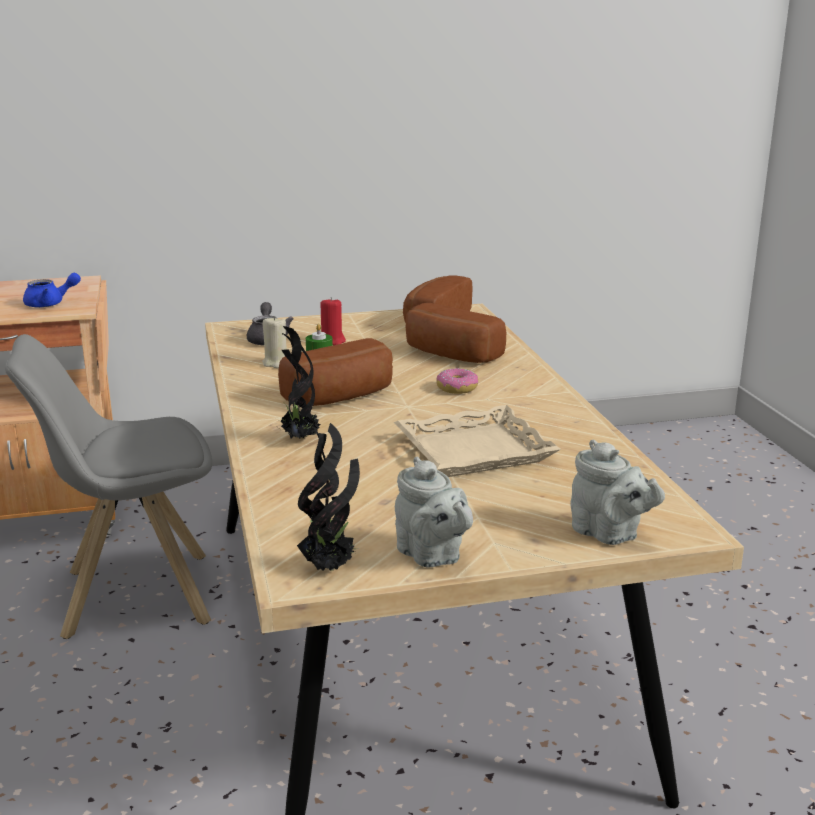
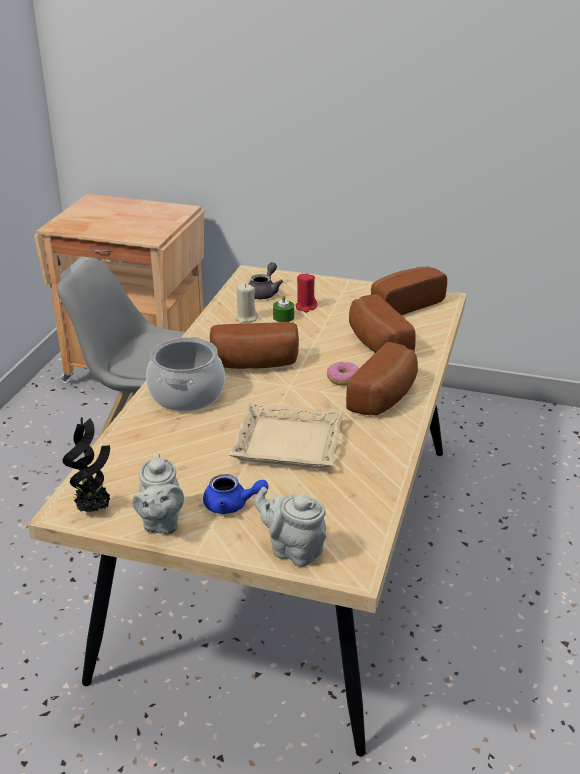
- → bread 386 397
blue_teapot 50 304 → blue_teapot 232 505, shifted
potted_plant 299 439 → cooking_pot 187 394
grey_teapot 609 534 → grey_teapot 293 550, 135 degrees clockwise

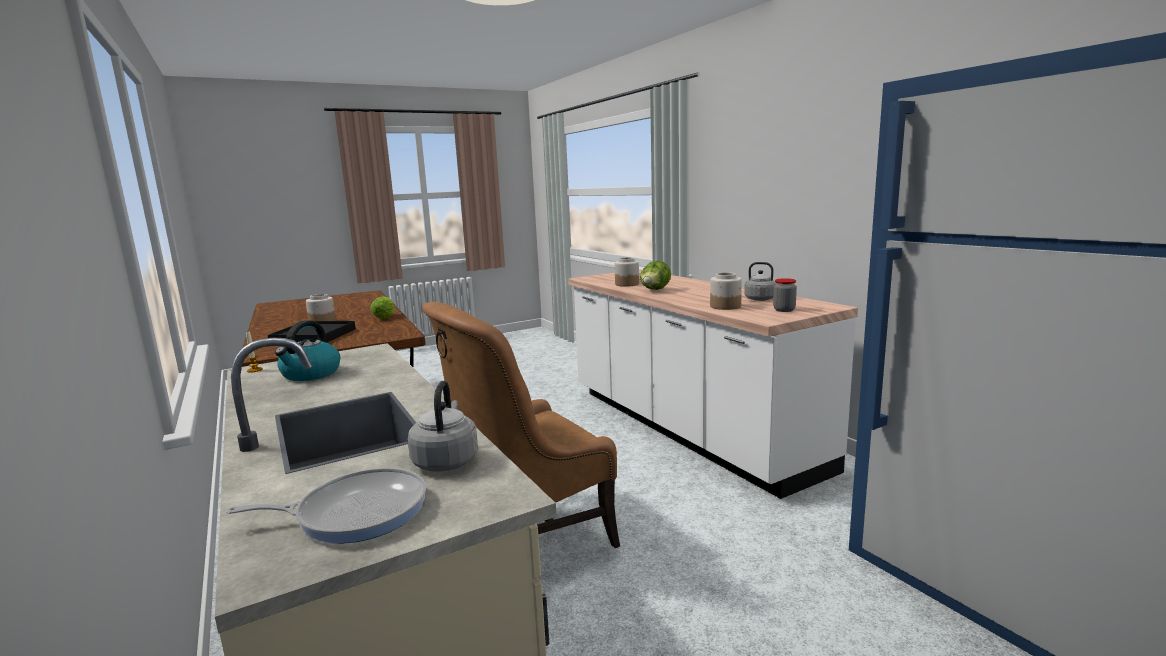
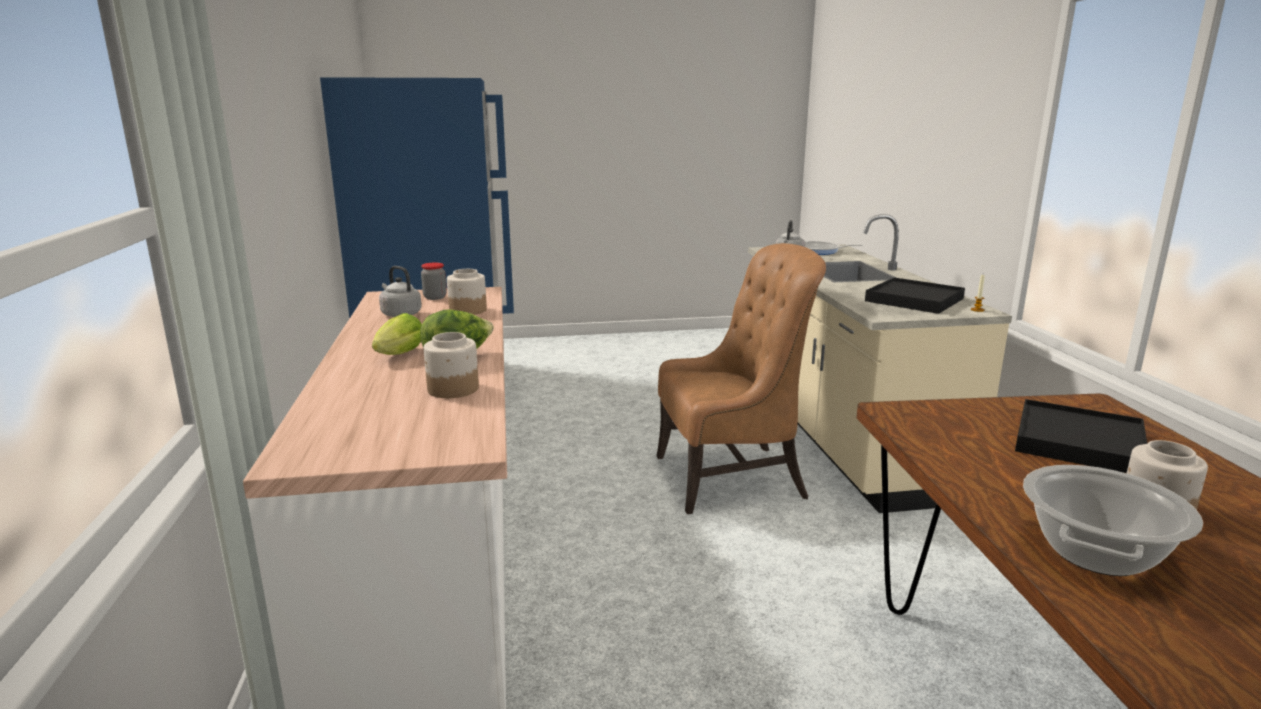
- → cooking_pot 1096 552
lettuce 385 317 → lettuce 398 355, shifted
kettle 310 374 → black_tray 914 300

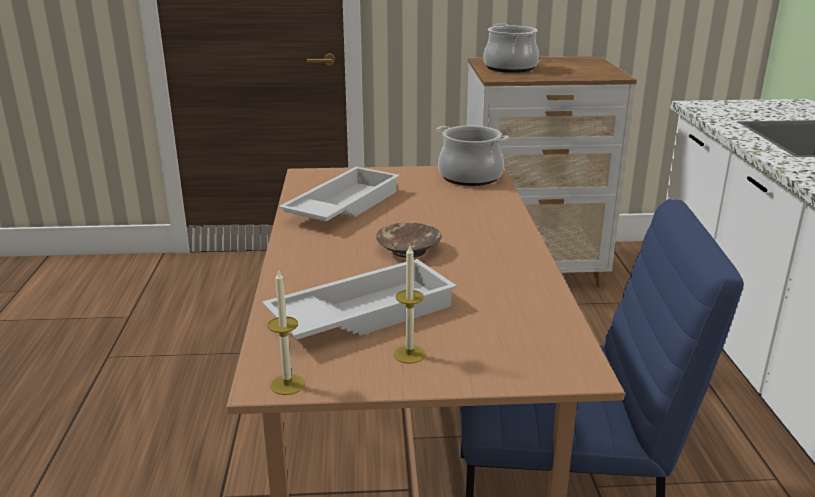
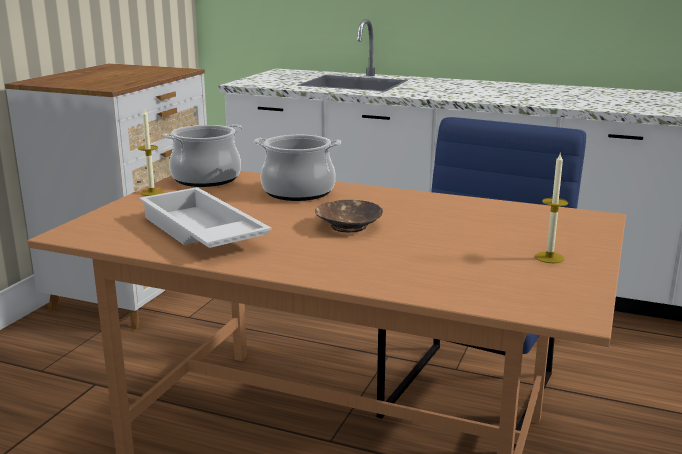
white_tray 362 313 → -
candle 287 384 → candle 152 192, shifted
cooking_pot 510 68 → cooking_pot 298 192, shifted

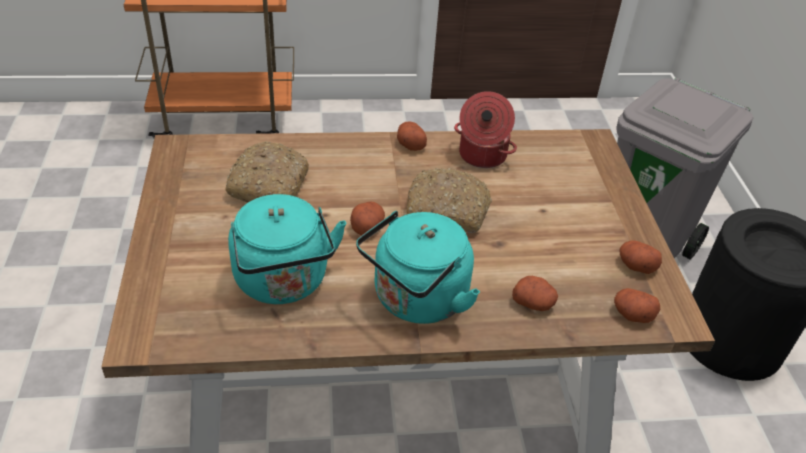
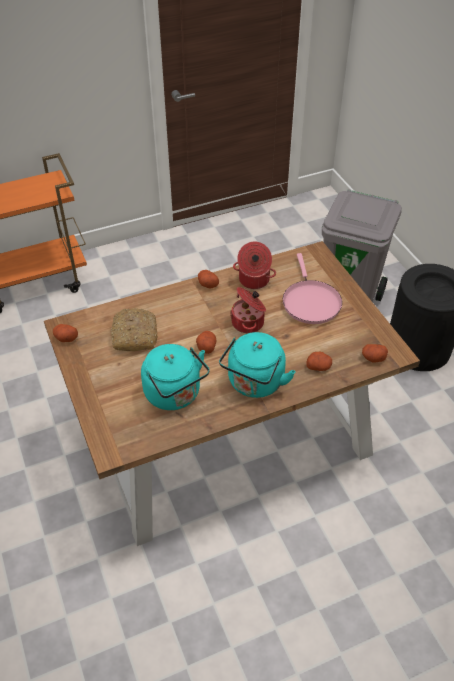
- → pink_frying_pan 310 302
potato 636 265 → potato 65 338, shifted
bread 448 210 → cooking_pot 248 322

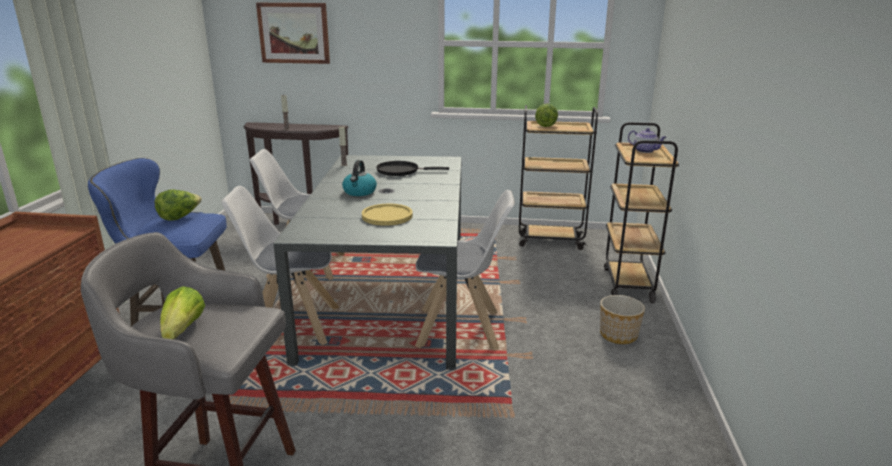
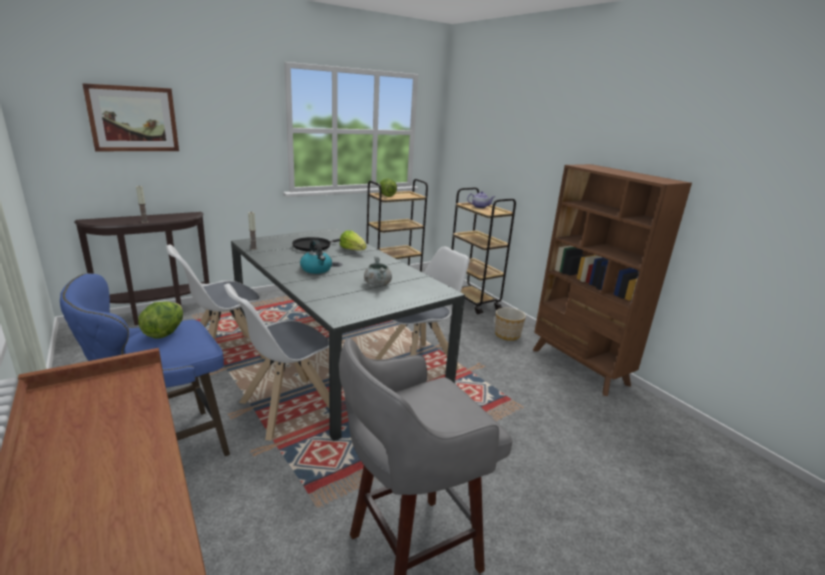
- → brown_bookcase 579 367
lettuce 183 330 → lettuce 352 250, shifted
yellow_plate 387 216 → grey_cooking_pot 377 284

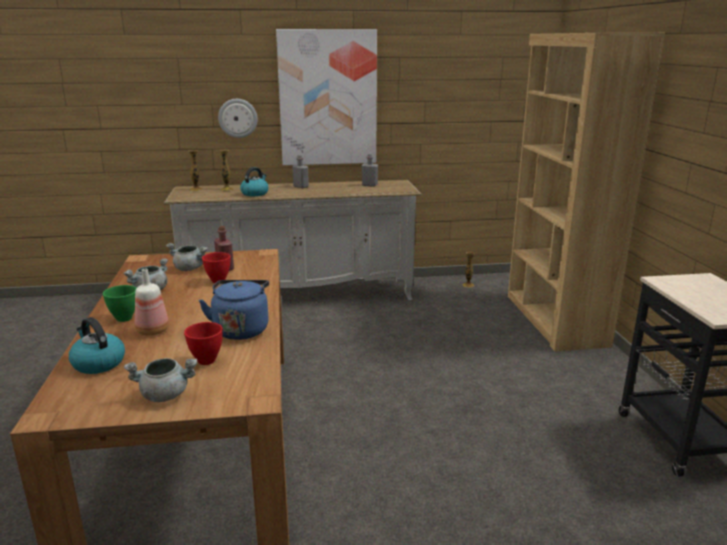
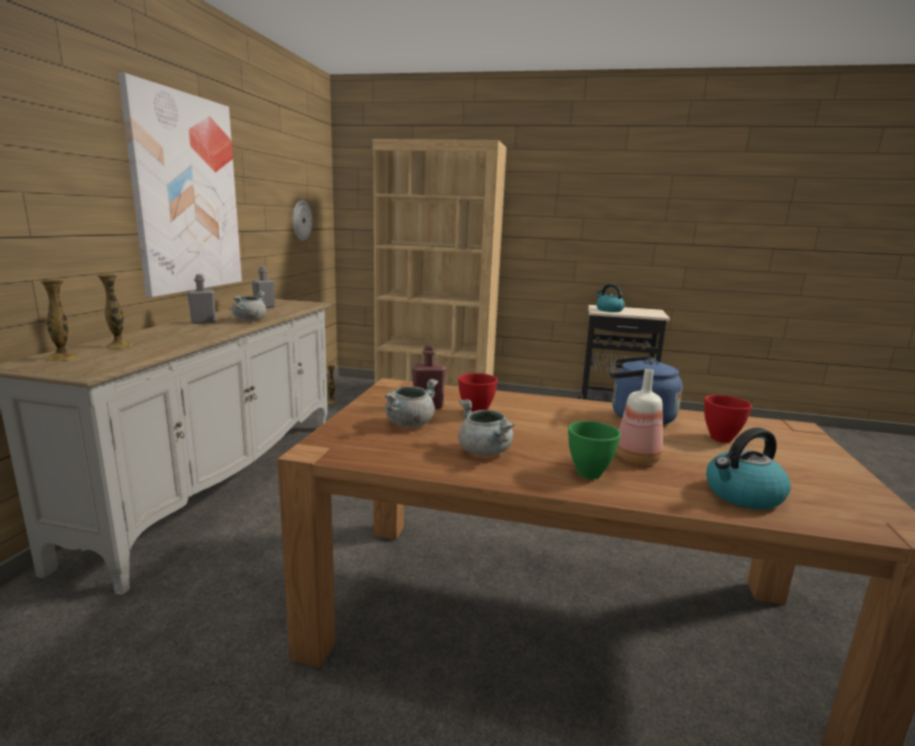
grey_cooking_pot 165 395 → grey_cooking_pot 249 320, shifted
wall_clock 238 118 → wall_clock 301 220, shifted
kettle 255 193 → kettle 609 310, shifted

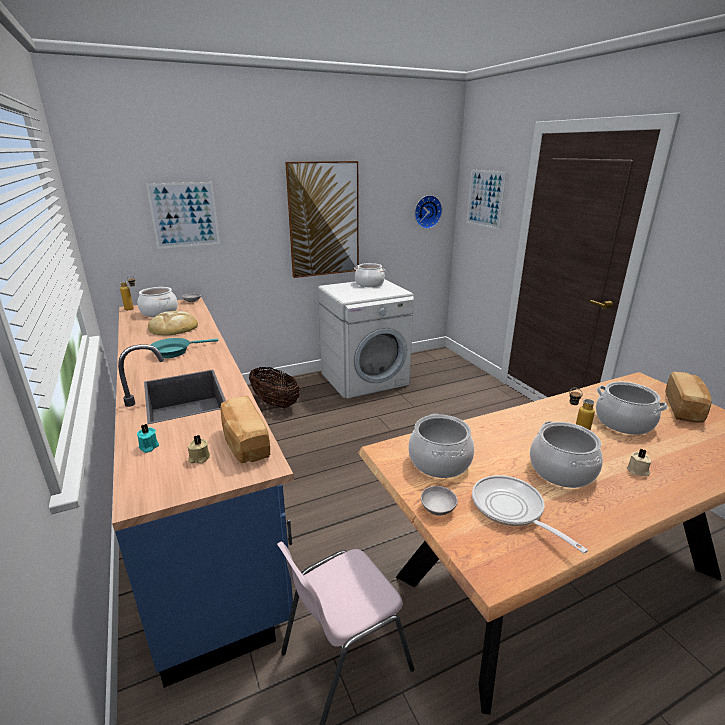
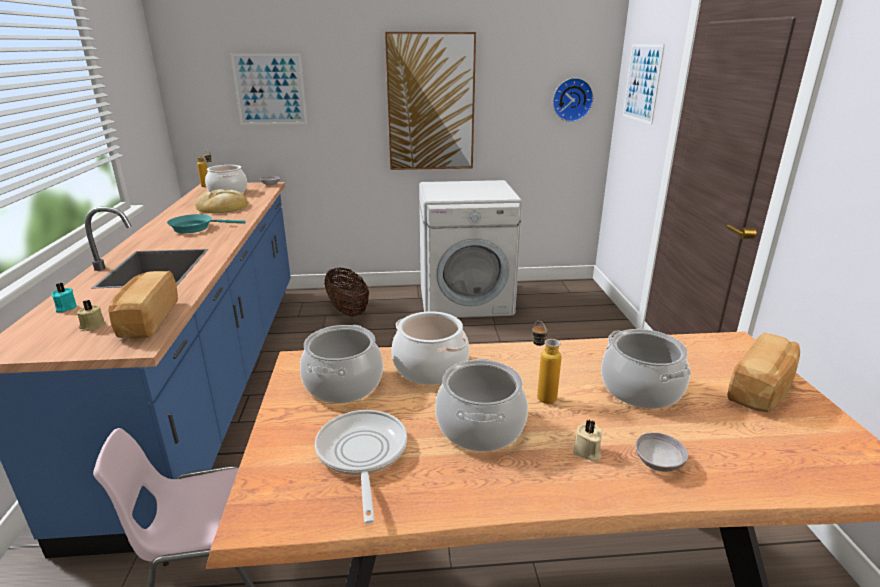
cooking_pot 369 284 → cooking_pot 431 367, shifted
grey_bowl 438 509 → grey_bowl 658 463, shifted

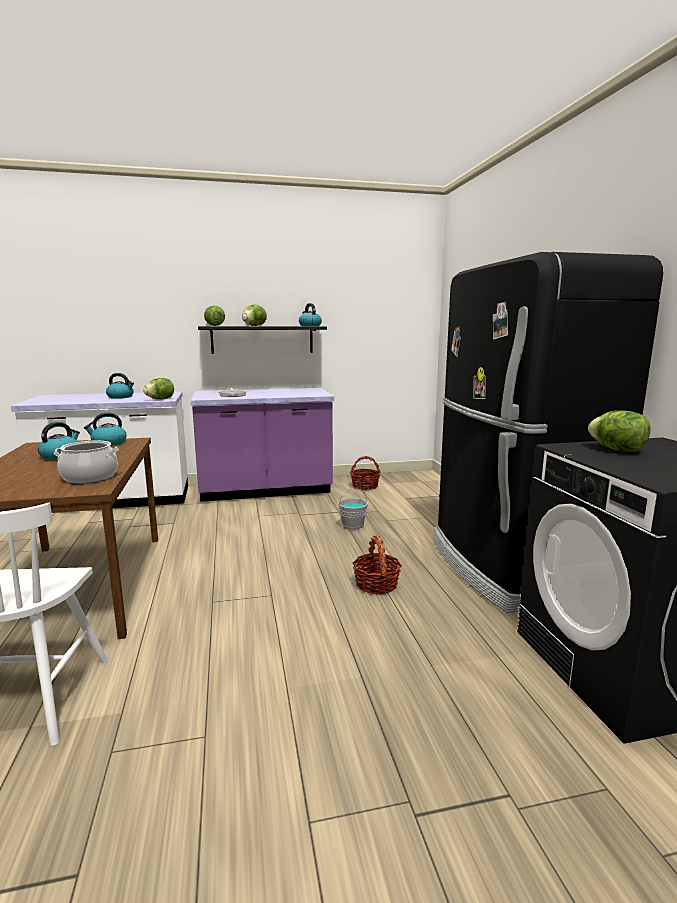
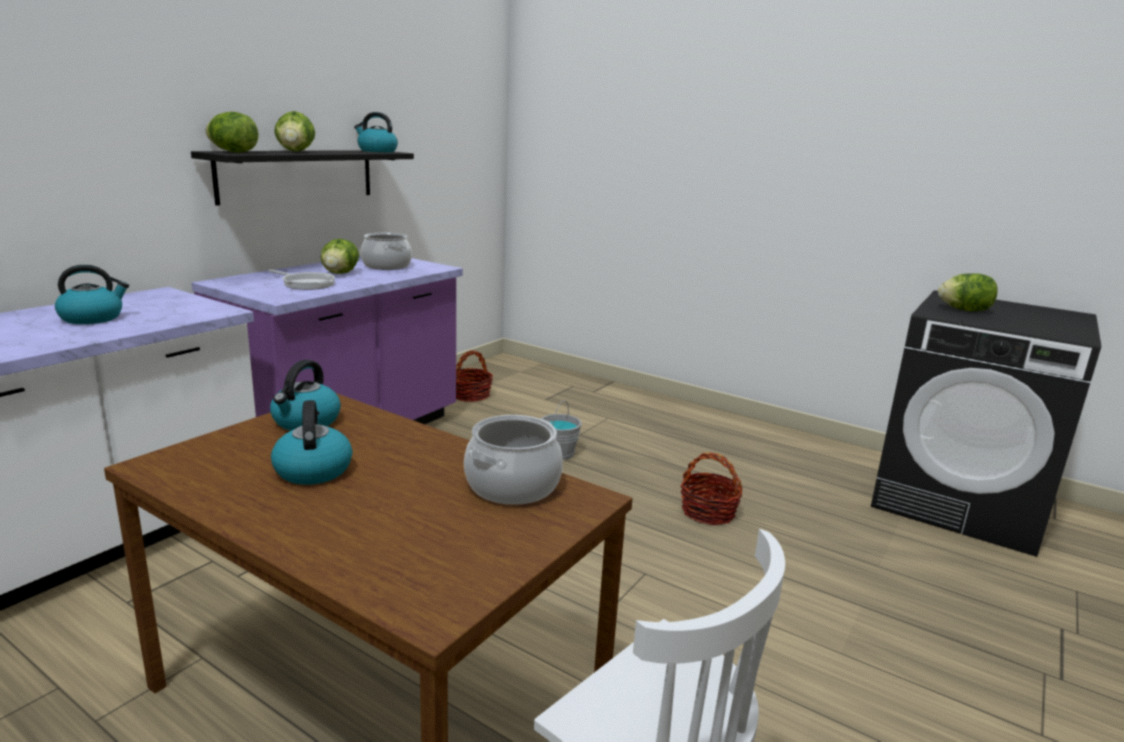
black_fridge 510 567 → -
- → cooking_pot 387 266
lettuce 160 399 → lettuce 340 273, shifted

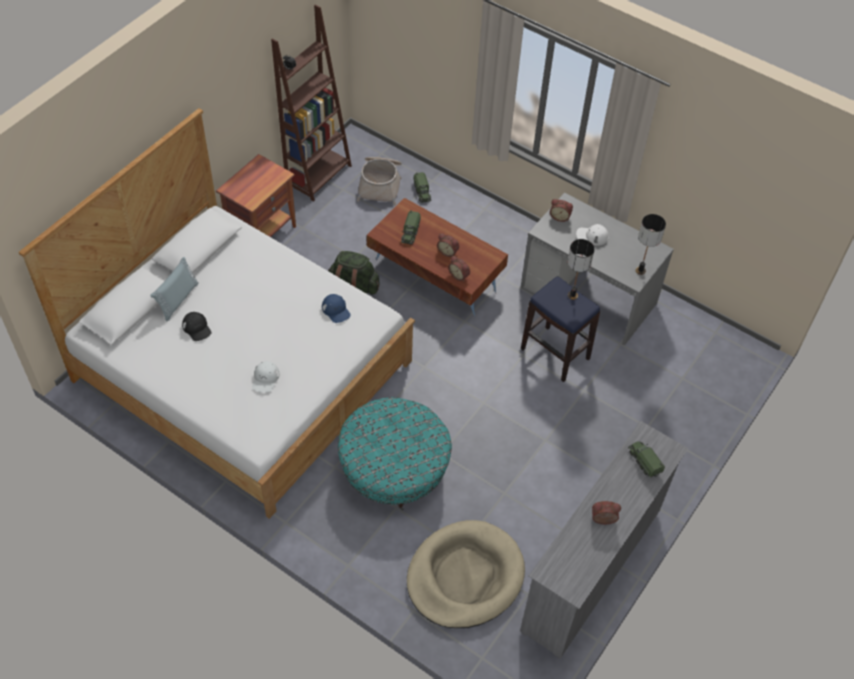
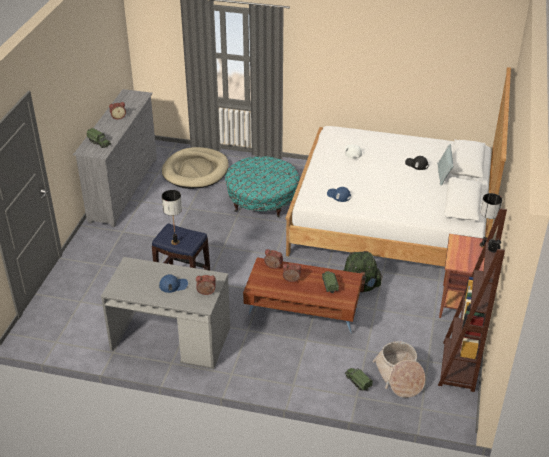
table_lamp 640 271 → table_lamp 483 245, shifted
white_cap 592 236 → blue_cap 173 285

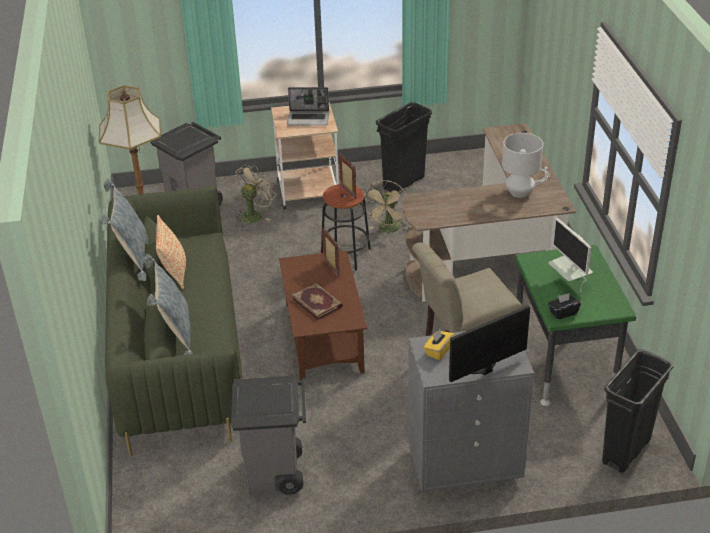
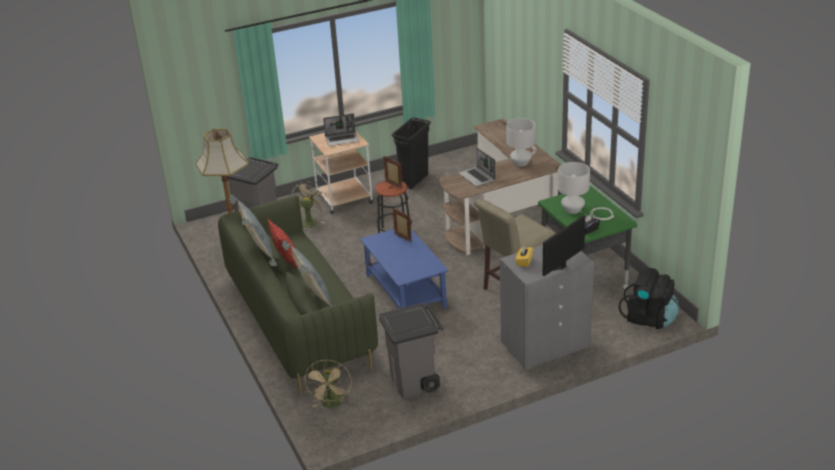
book 317 302 → -
- → laptop 477 177
beige_fan 388 230 → beige_fan 332 405, shifted
monitor 569 283 → white_table_lamp 584 211
black_trash_can 626 451 → black_backpack 649 318
beige_pillow 174 272 → red_pillow 286 261
brown_coffee_table 323 336 → blue_coffee_table 405 291

